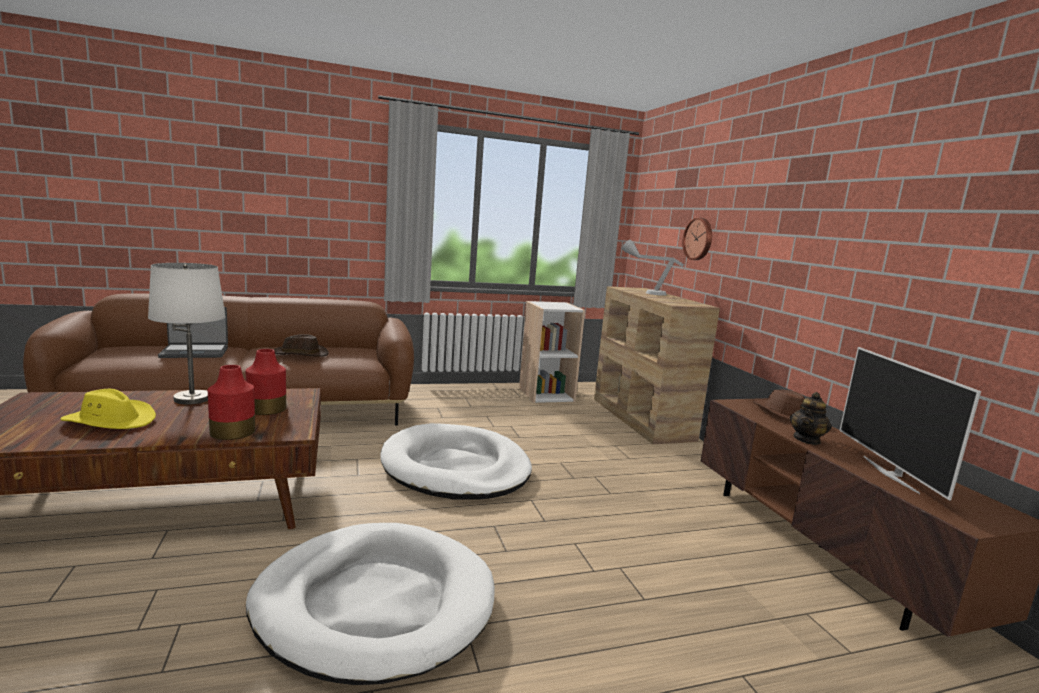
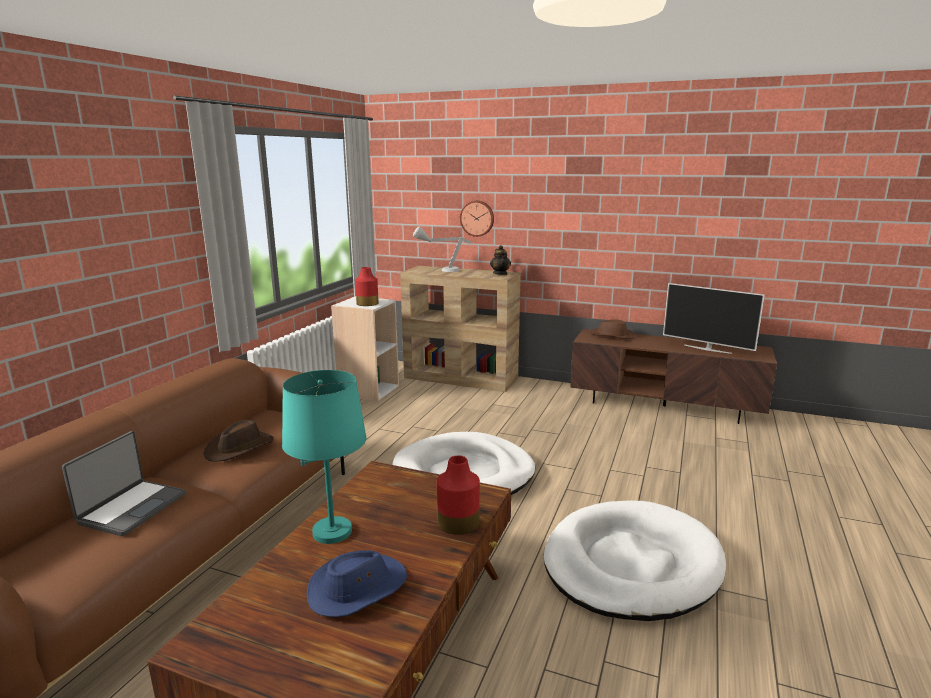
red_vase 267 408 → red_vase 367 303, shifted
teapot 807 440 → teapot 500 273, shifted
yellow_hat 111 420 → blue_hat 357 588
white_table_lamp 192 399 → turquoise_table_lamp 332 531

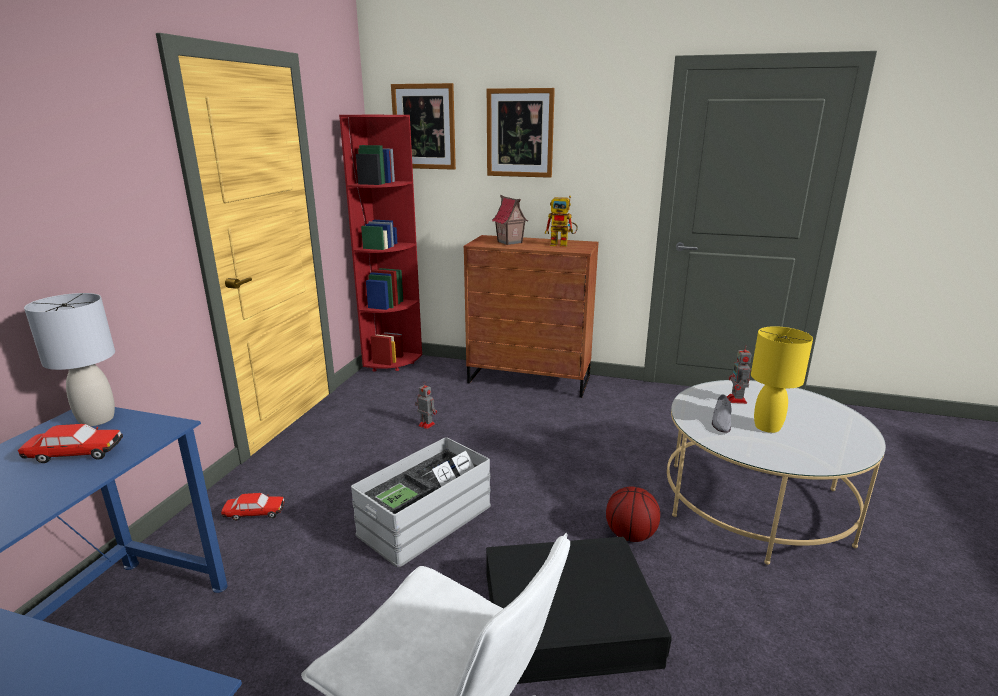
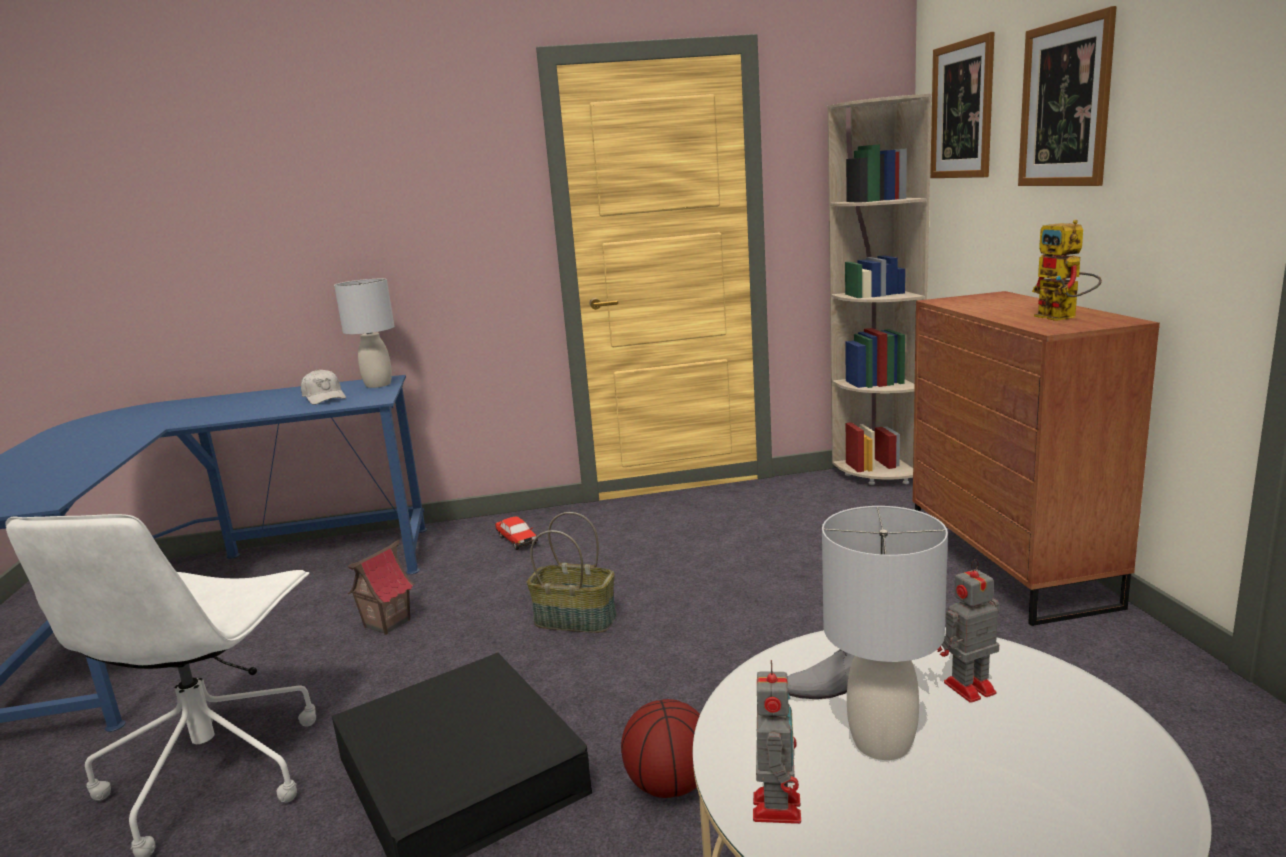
toy_robot 426 424 → toy_robot 776 806, shifted
toy_house 509 242 → toy_house 386 623, shifted
toy_car 75 454 → white_cap 324 397
grey_storage_box 425 518 → basket 576 619
red_bookcase 392 366 → beige_bookcase 877 477
yellow_table_lamp 767 427 → grey_table_lamp 881 742

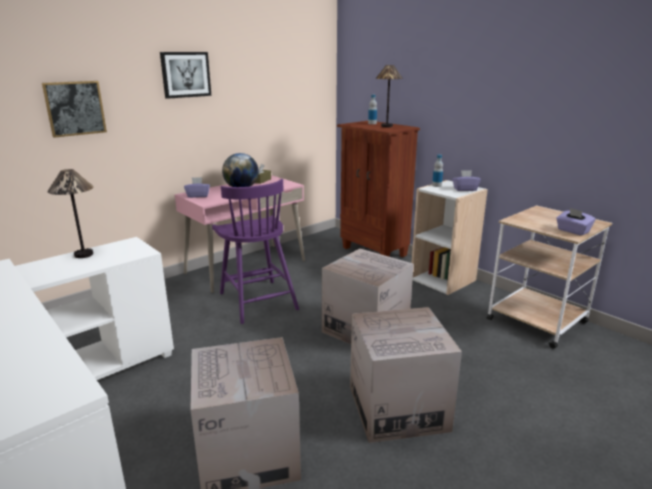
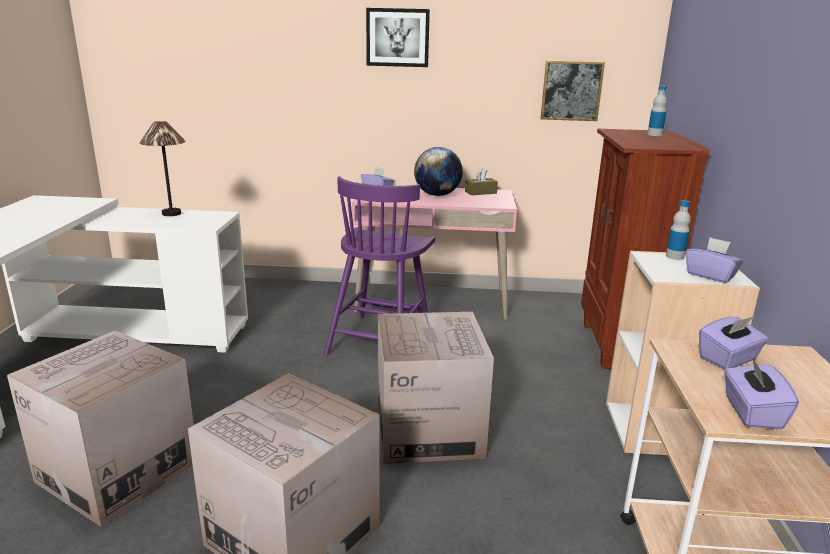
table_lamp 386 126 → -
- → purple_tissue_box 728 359
picture 75 108 → picture 571 91, shifted

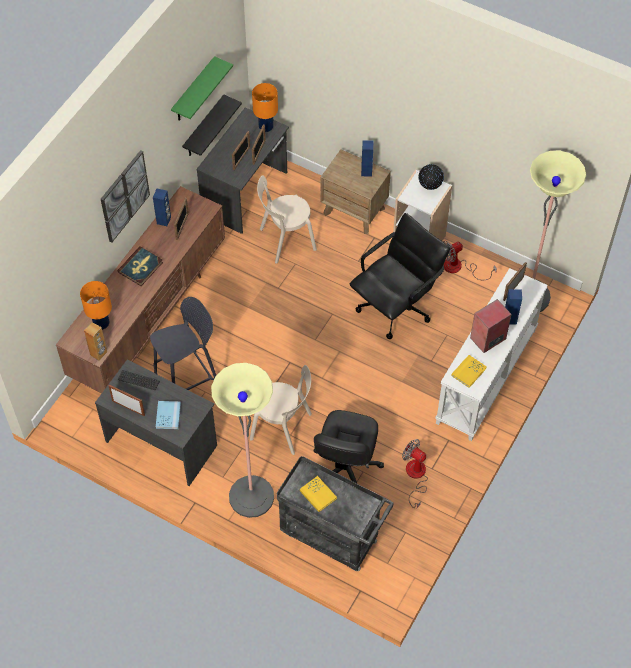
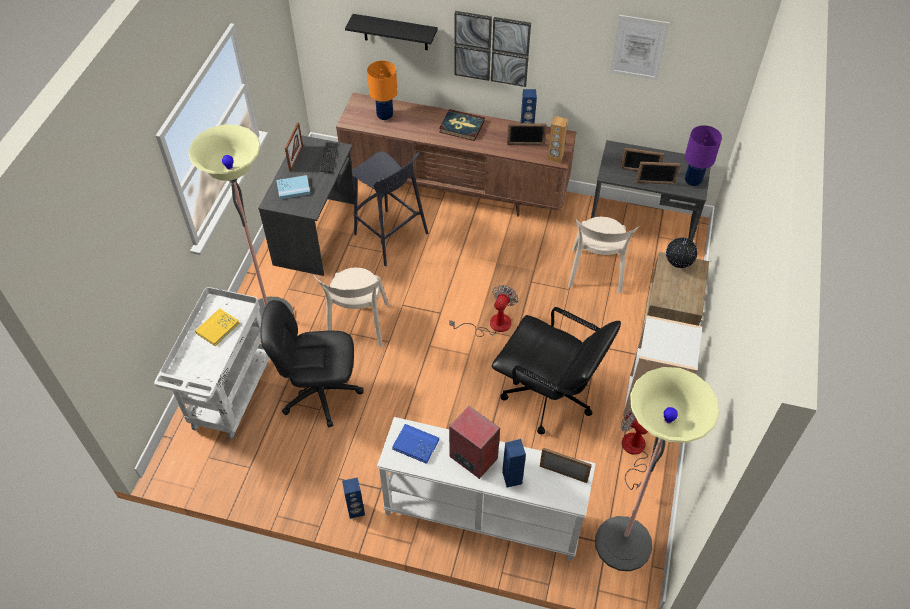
brown_speaker 99 353 → brown_speaker 555 158, shifted
black_shelf 204 128 → black_shelf 395 32, shifted
blue_speaker 366 171 → blue_speaker 356 510, shifted
fan 415 476 → fan 492 324, shifted
globe 430 187 → globe 677 265, shifted
green_shelf 193 91 → picture 638 47
orange_table_lamp 266 127 → purple_table_lamp 693 181
black_cart 333 540 → white_cart 230 399
yellow_book 468 372 → blue_book 415 444
beige_chair 285 240 → beige_chair 596 273, 135 degrees counterclockwise

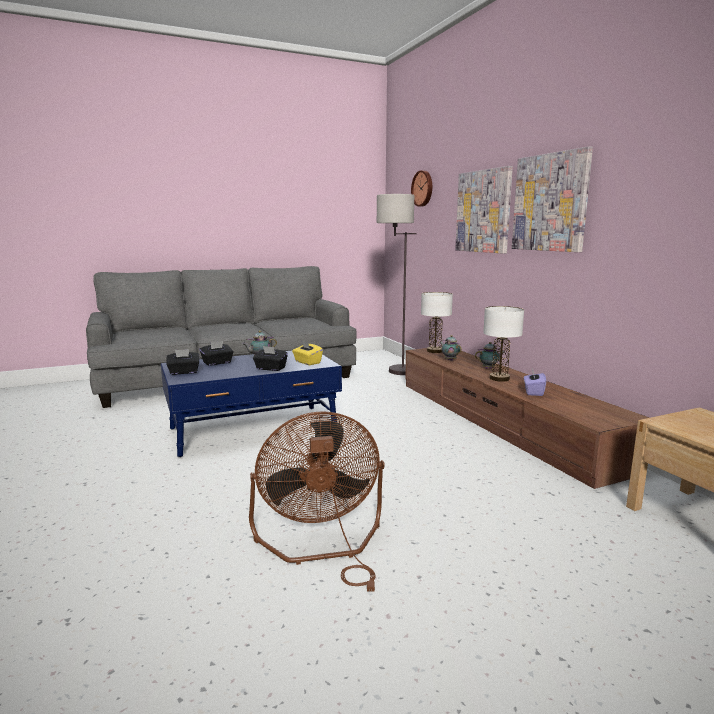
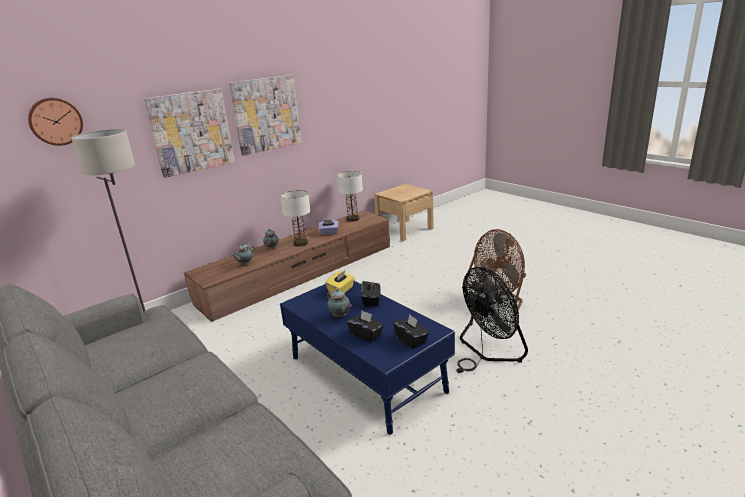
- → black_fan 483 348
table_lamp 434 351 → table_lamp 353 219, shifted

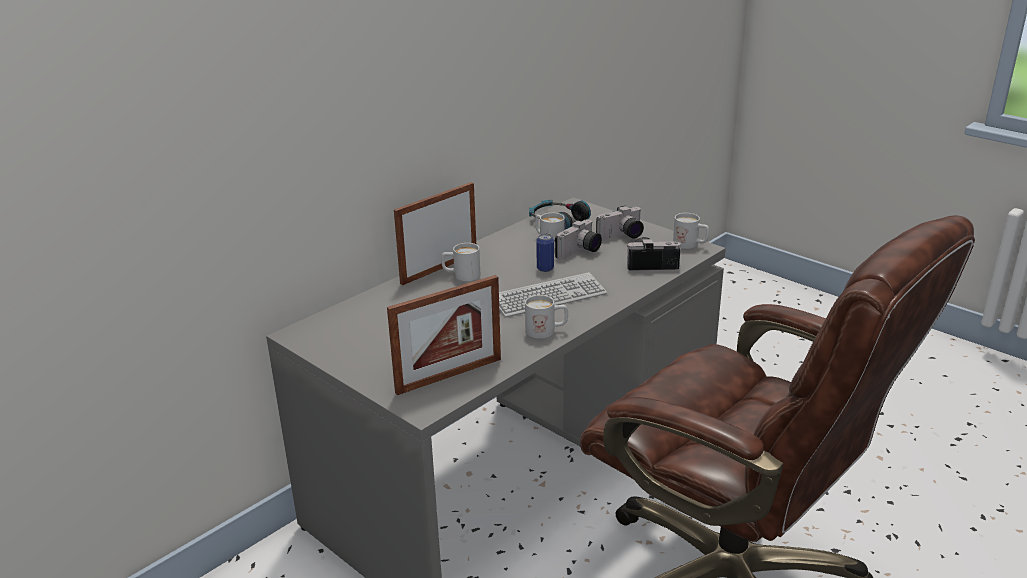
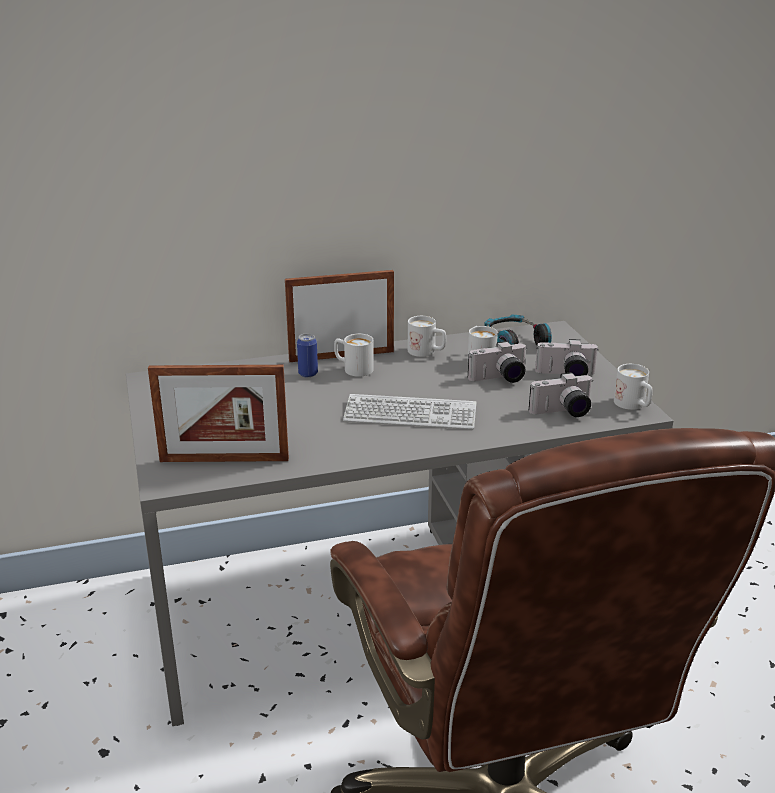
white_mug 546 331 → white_mug 427 352, shifted
can 545 268 → can 308 374, shifted
photo_camera 651 263 → photo_camera 563 412, 135 degrees clockwise

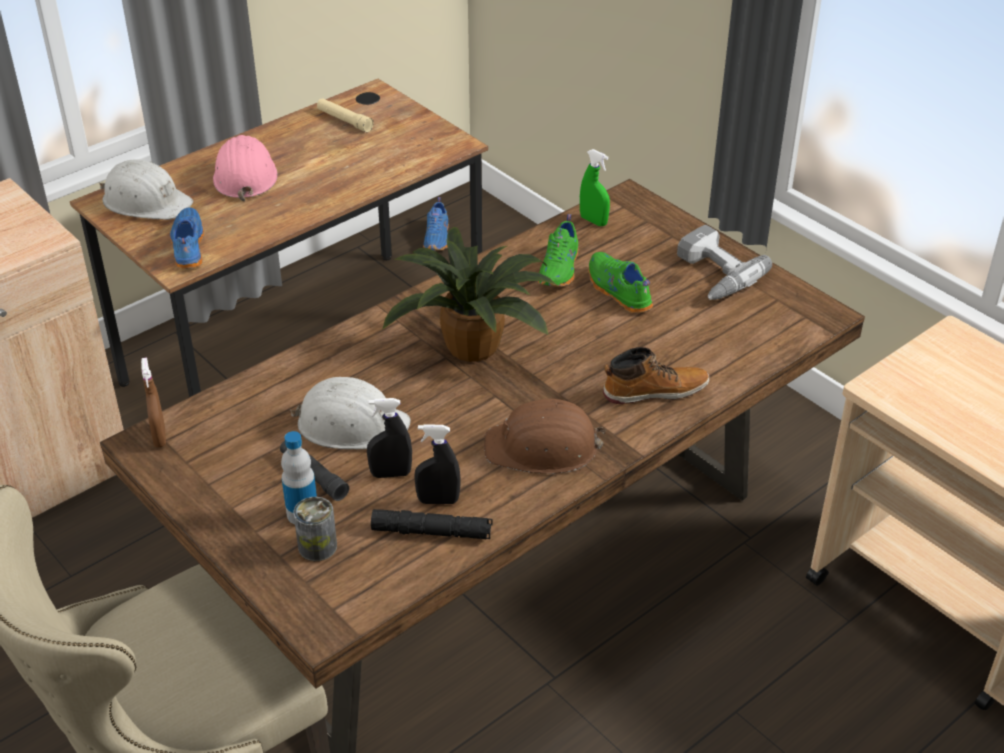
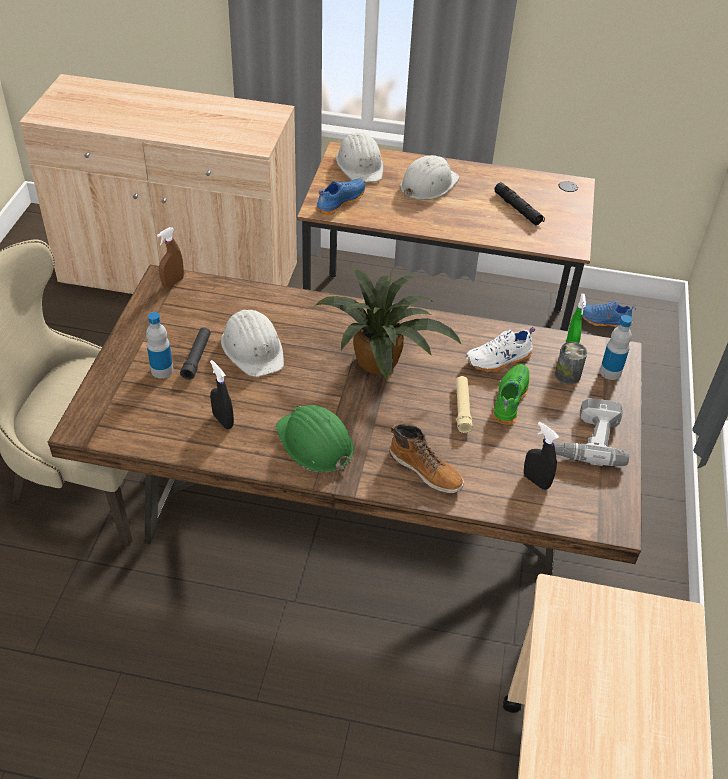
- → bottle 610 372
can 317 546 → can 567 375, shifted
beige_flashlight 344 121 → beige_flashlight 462 408, shifted
black_spray_bottle 391 474 → black_spray_bottle 536 481, shifted
black_flashlight 432 532 → black_flashlight 518 209, shifted
pink_hard_hat 245 176 → white_hard_hat 428 185
brown_hard_hat 543 447 → green_hard_hat 315 443
green_shoe 560 269 → white_shoe 499 360
blue_shoe 438 238 → blue_shoe 604 321, 45 degrees clockwise

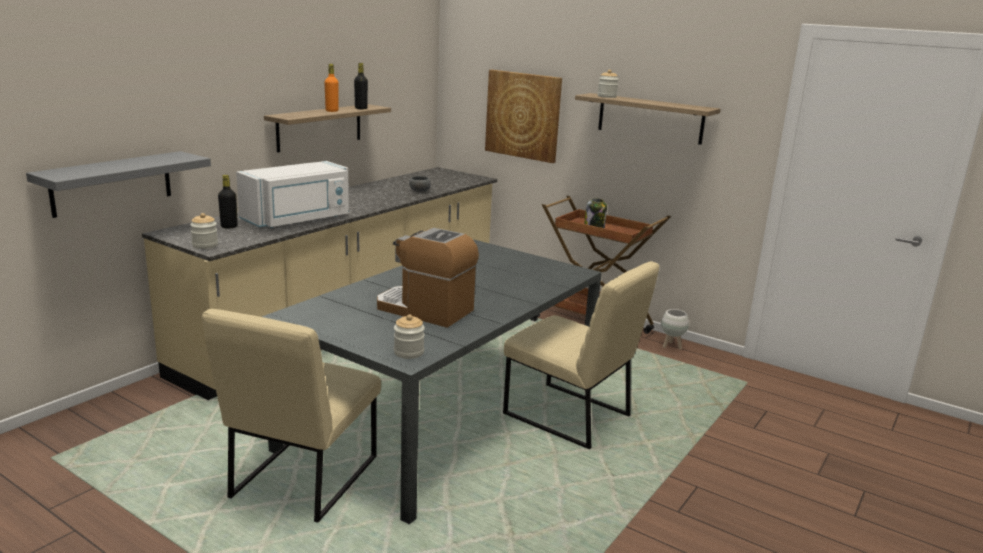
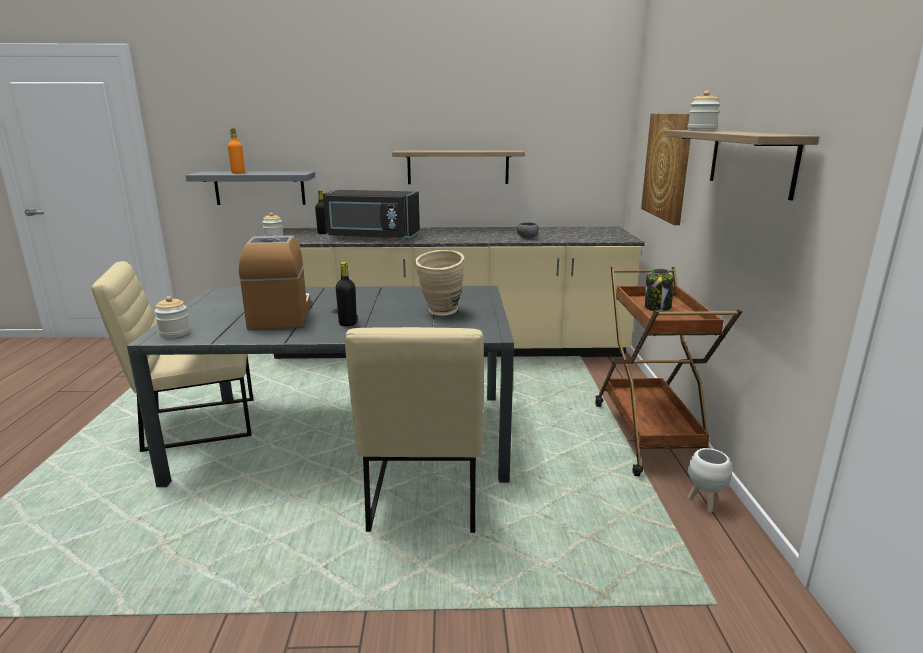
- → beige_vase 440 313
orange_bottle 332 111 → orange_bottle 238 173, shifted
black_bottle 361 108 → black_bottle 348 324, shifted
white_microwave 298 220 → black_microwave 372 237

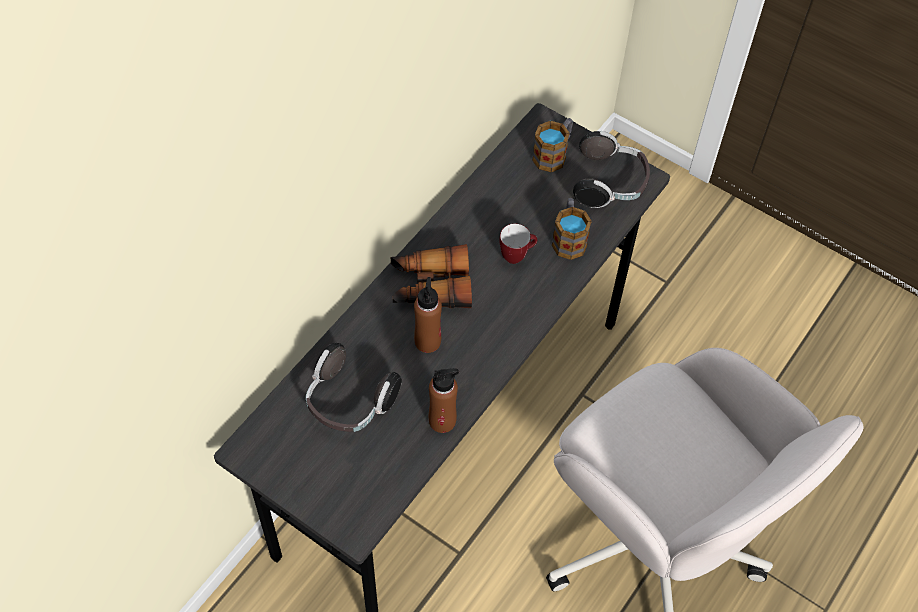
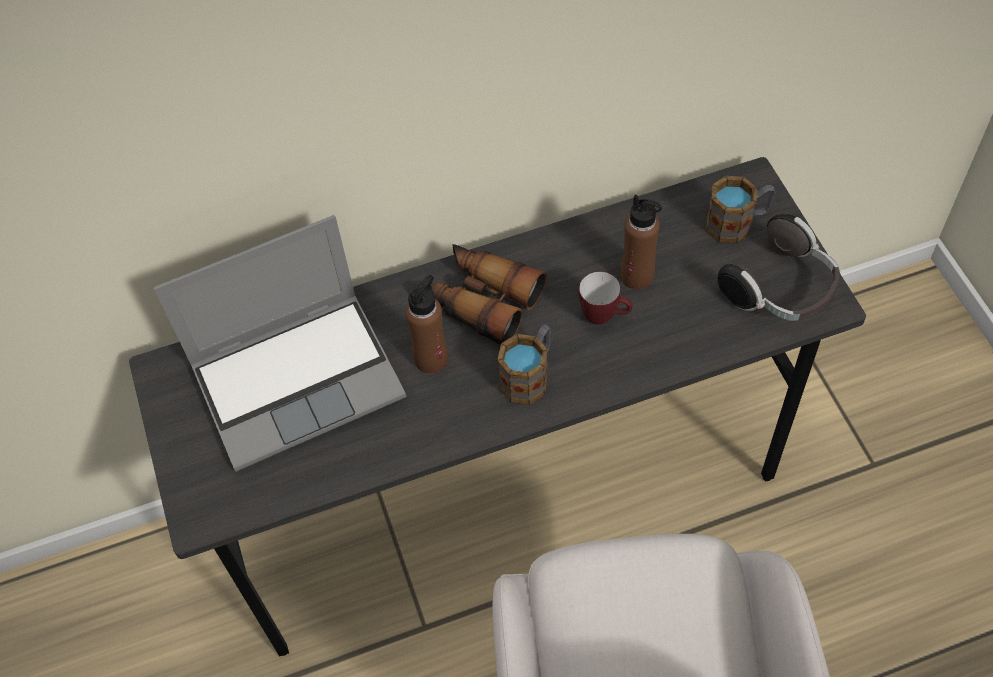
brown_bottle 442 420 → brown_bottle 637 276, shifted
mug 568 238 → mug 529 375, shifted
headphones 349 402 → laptop 299 379

